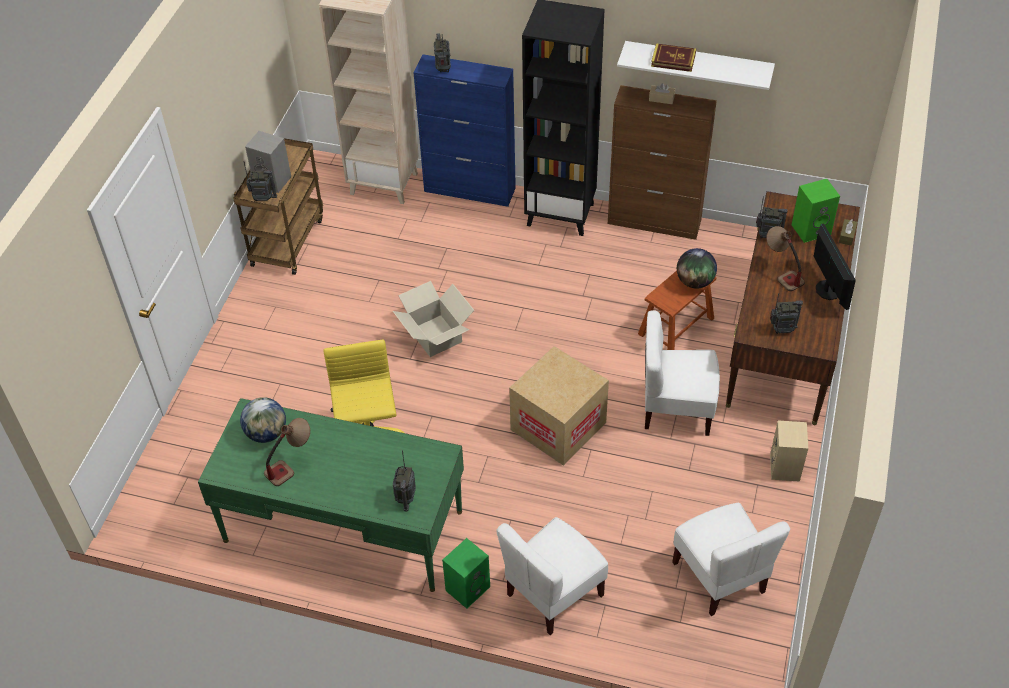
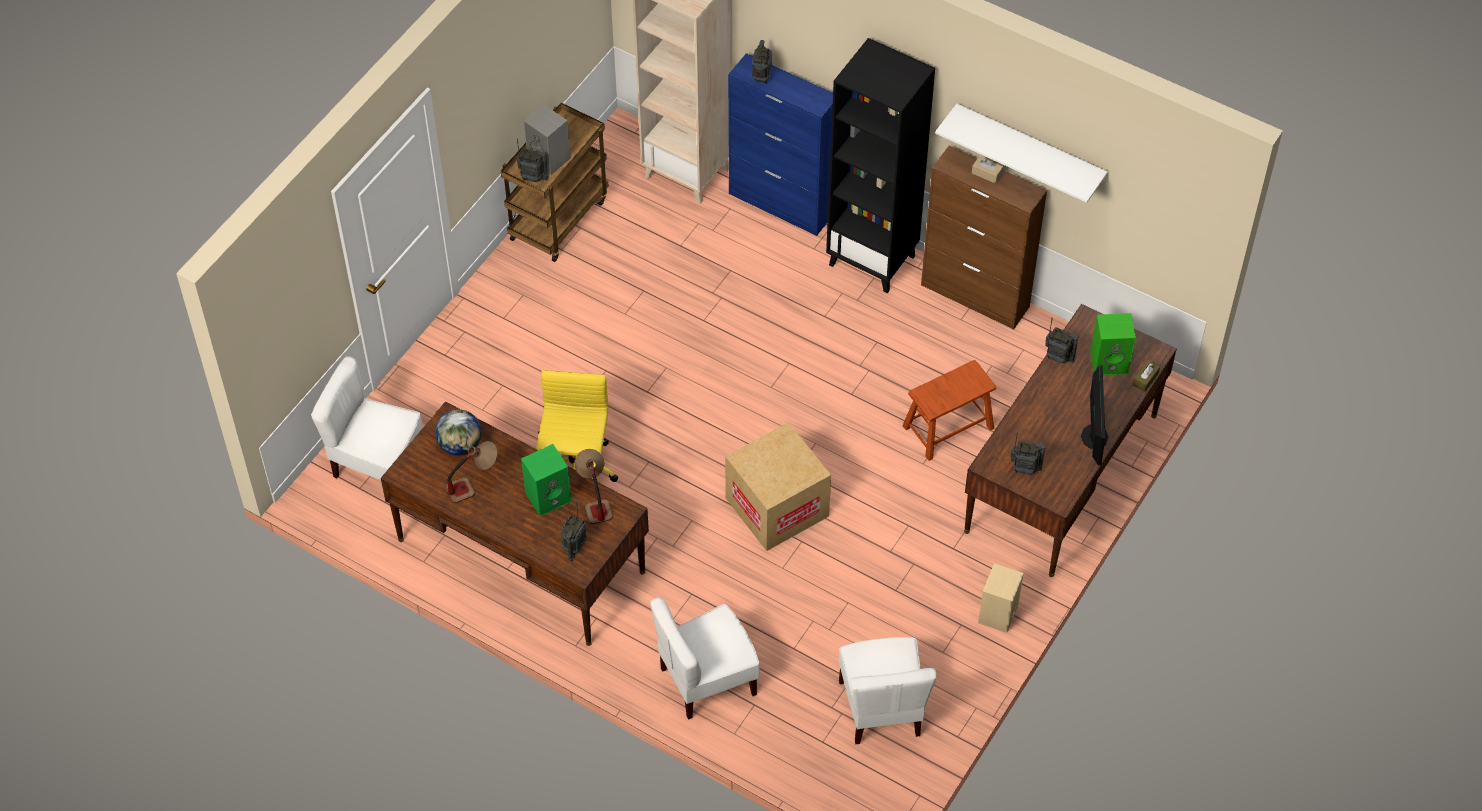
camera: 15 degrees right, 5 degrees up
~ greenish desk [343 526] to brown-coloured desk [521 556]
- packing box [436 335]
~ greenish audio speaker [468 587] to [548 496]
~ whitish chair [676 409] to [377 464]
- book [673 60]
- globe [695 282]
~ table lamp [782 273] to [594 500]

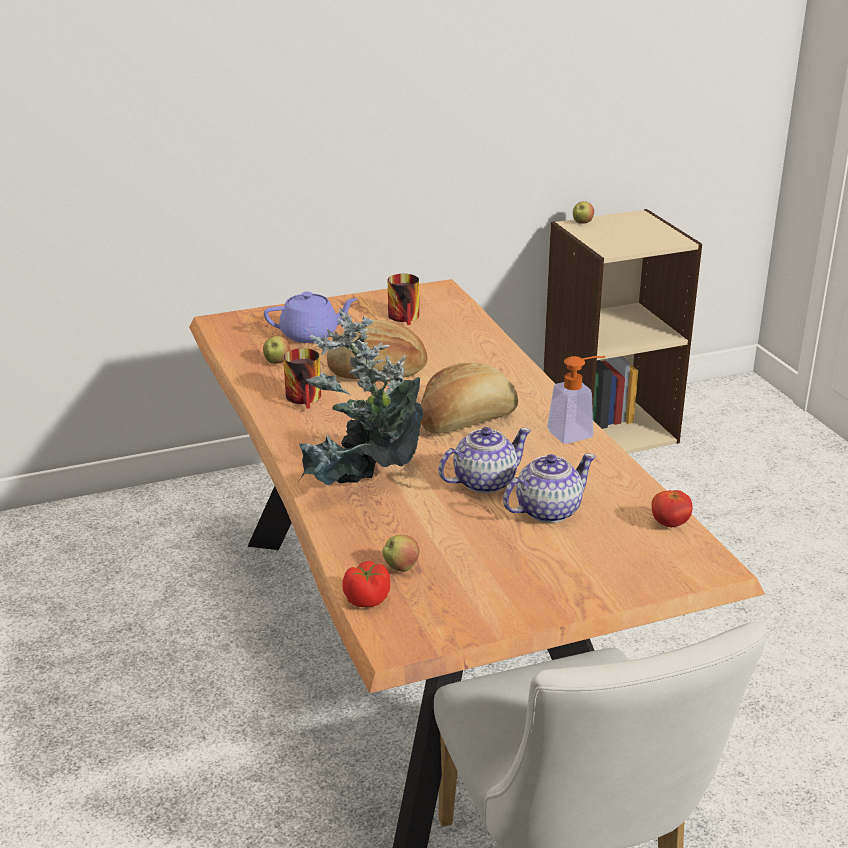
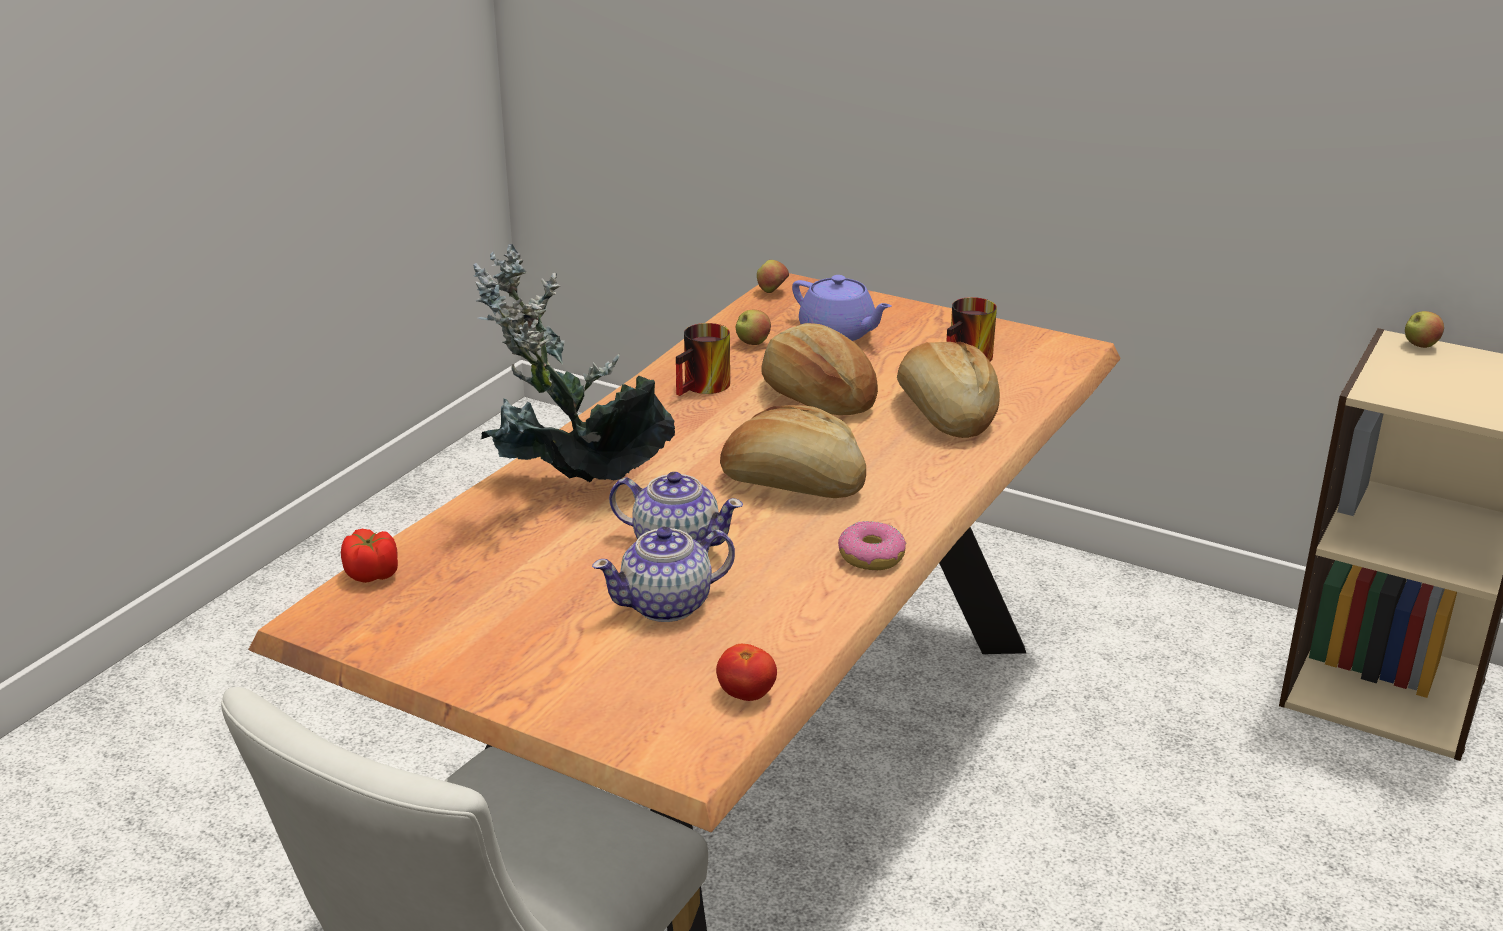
camera: 50 degrees right, 0 degrees up
~ apple fruit [401 568] to [772 292]
~ pot for tea [547 510] = [667 605] 135 degrees clockwise
~ liquid soap bottle [577 432] to ring doughnut [871 556]
+ bread [944 414]

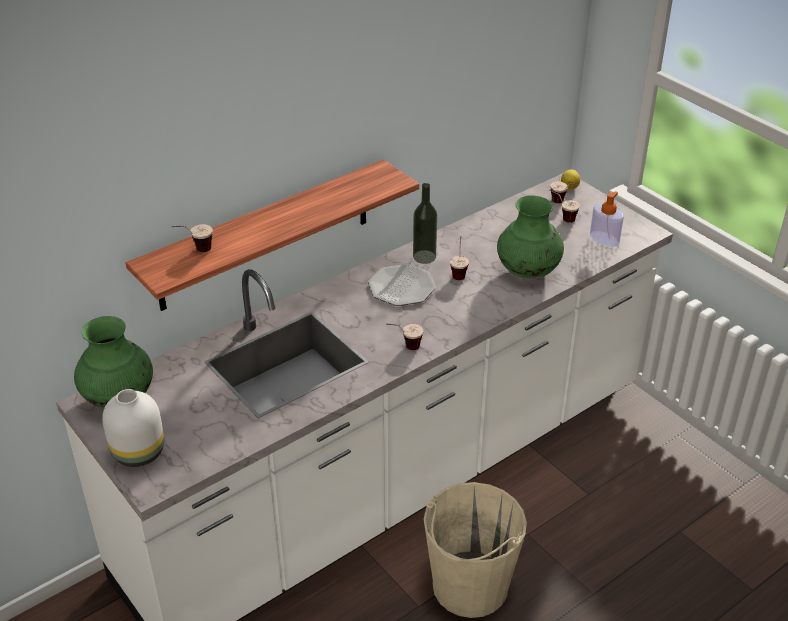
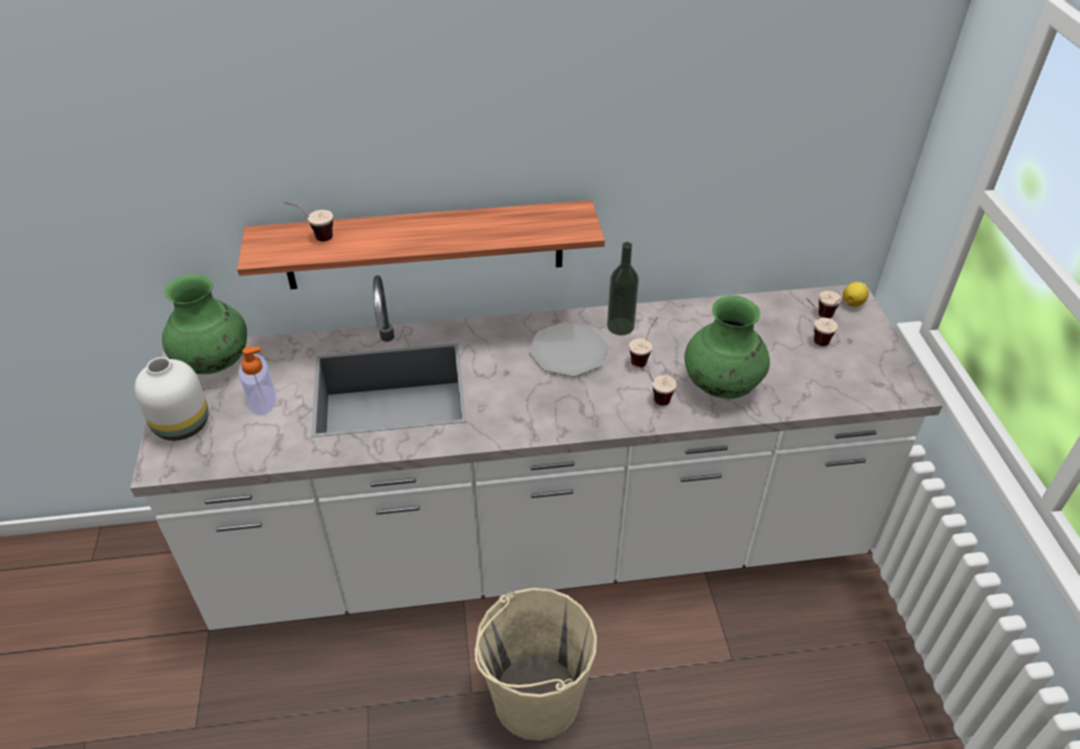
camera: 30 degrees right, 5 degrees up
~ cup [404 347] to [652 398]
~ liquid soap bottle [604 239] to [262 400]

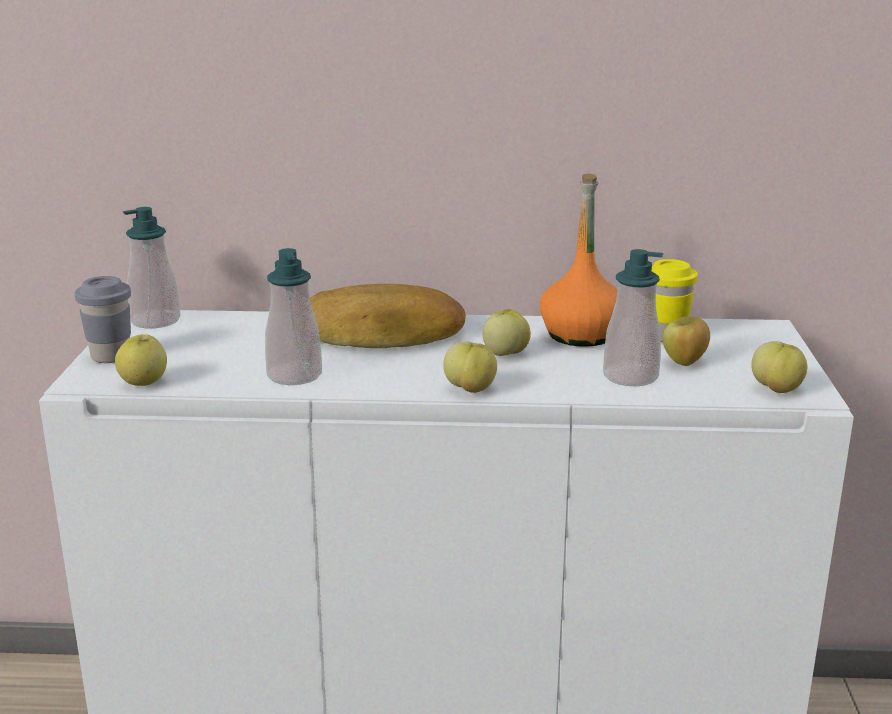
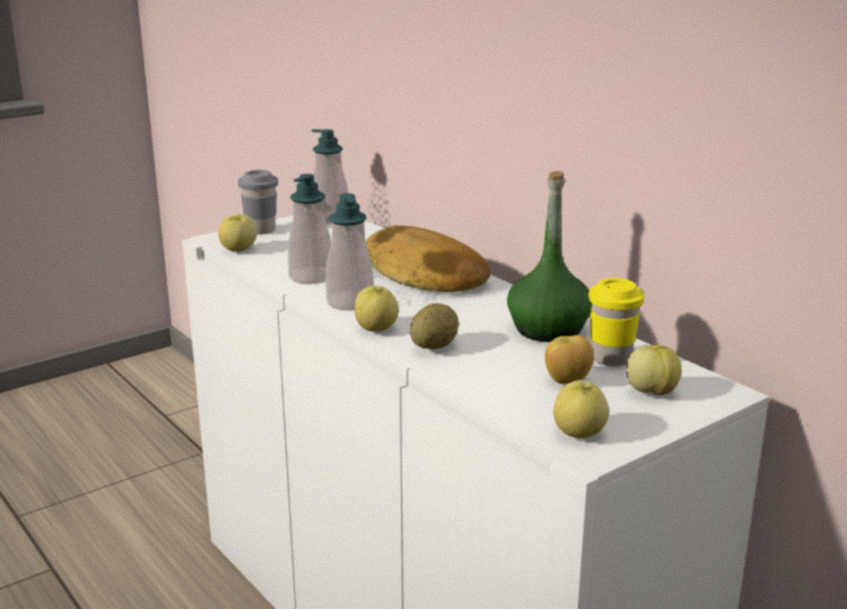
camera: 50 degrees right, 0 degrees up
~ apple fruit [505 354] to [651 392]
~ orangey bottle [581 335] to greenish bottle [548 330]
~ liquid soap bottle [630 376] to [350 302]
+ whole potato [434 346]

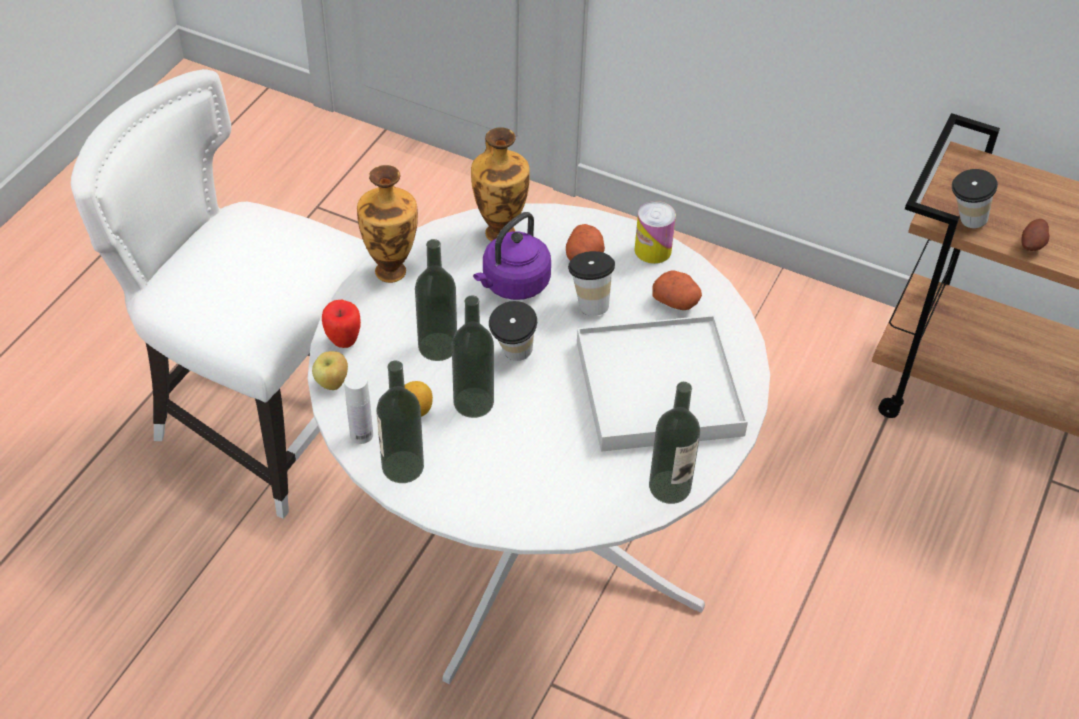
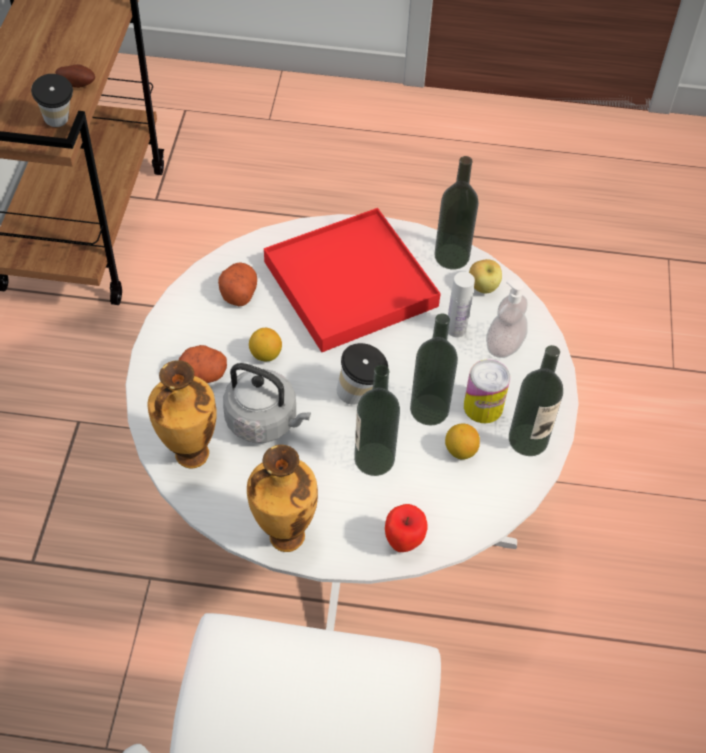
camera: 110 degrees left, 5 degrees up
~ apple fruit [332 383] to [483 287]
~ whitish bottle [361 435] to [456 329]
~ purple kettle [513 285] to grey kettle [265 421]
~ cup [589 303] to lemon [265 355]
~ whitish carrying tray [658 389] to red carrying tray [351 284]
~ sealed can [652 250] to [483 407]
+ liquid soap bottle [504 345]

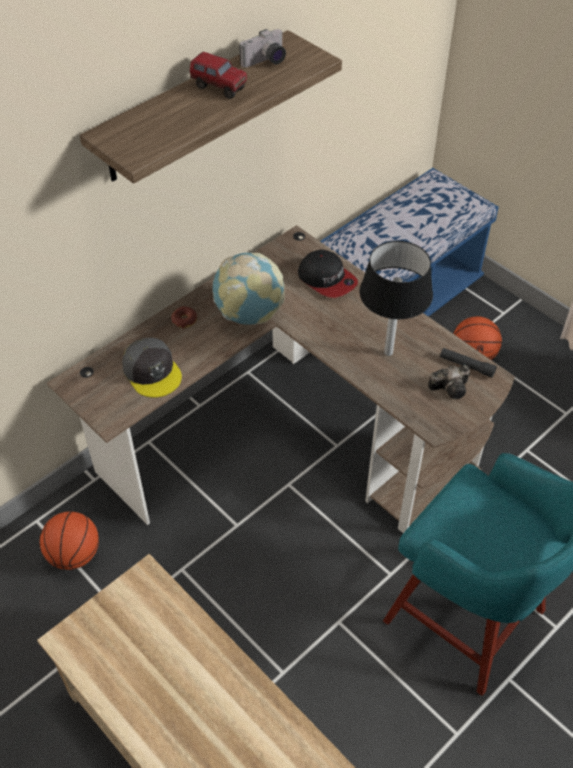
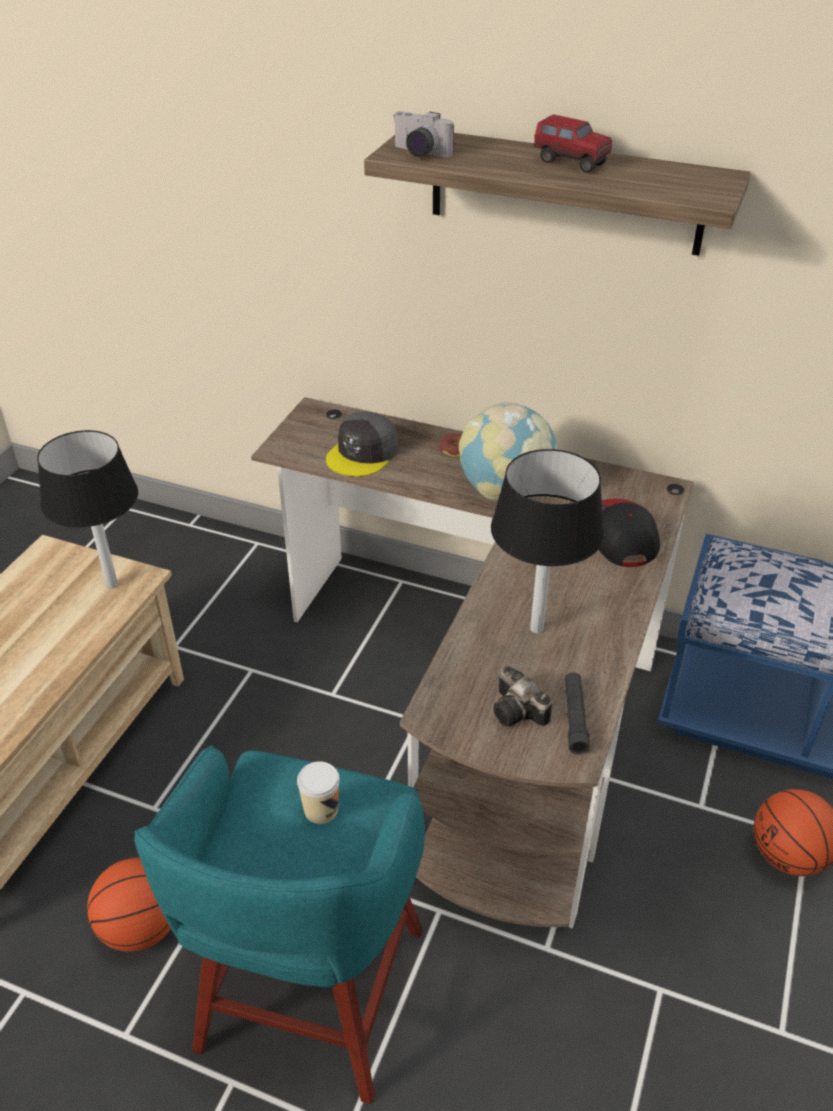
camera: 65 degrees right, 10 degrees down
~ basketball [74 554] to [141 928]
~ model truck [219 88] = [571 163] 60 degrees counterclockwise
~ still camera [265 62] to [418 153]
~ baseball cap [327 279] = [621 535] 150 degrees clockwise
+ black-coloured table lamp [112 584]
+ cup [321 809]

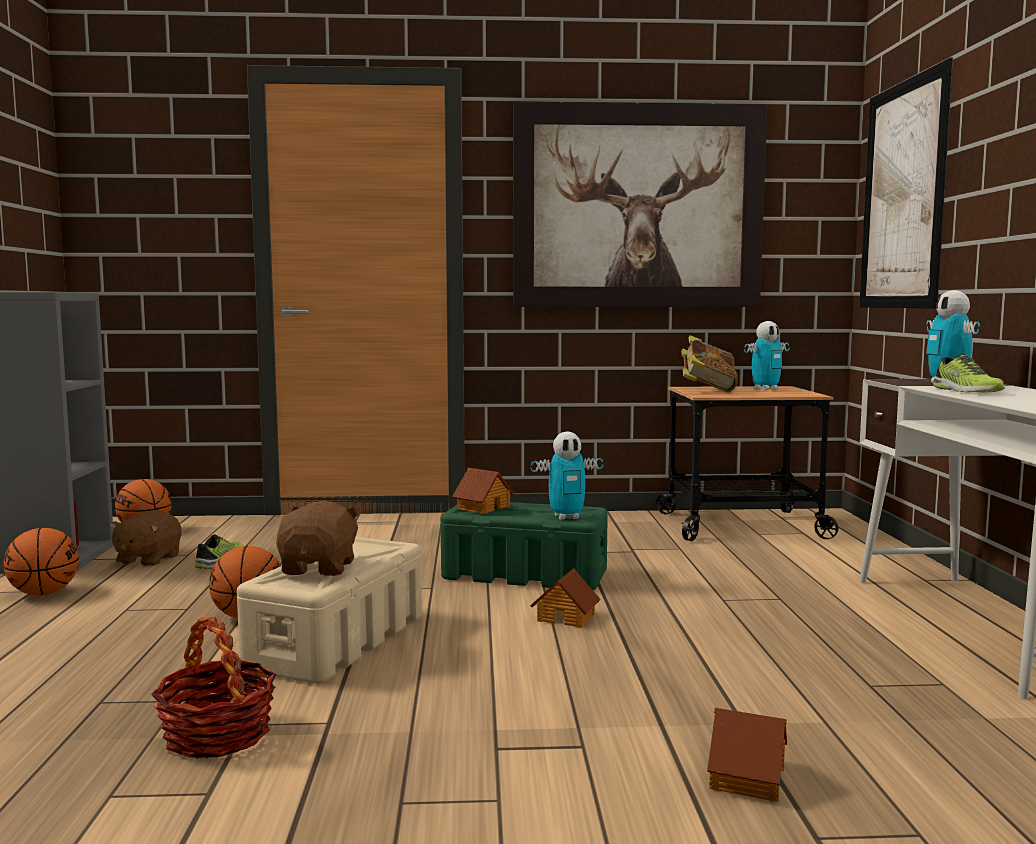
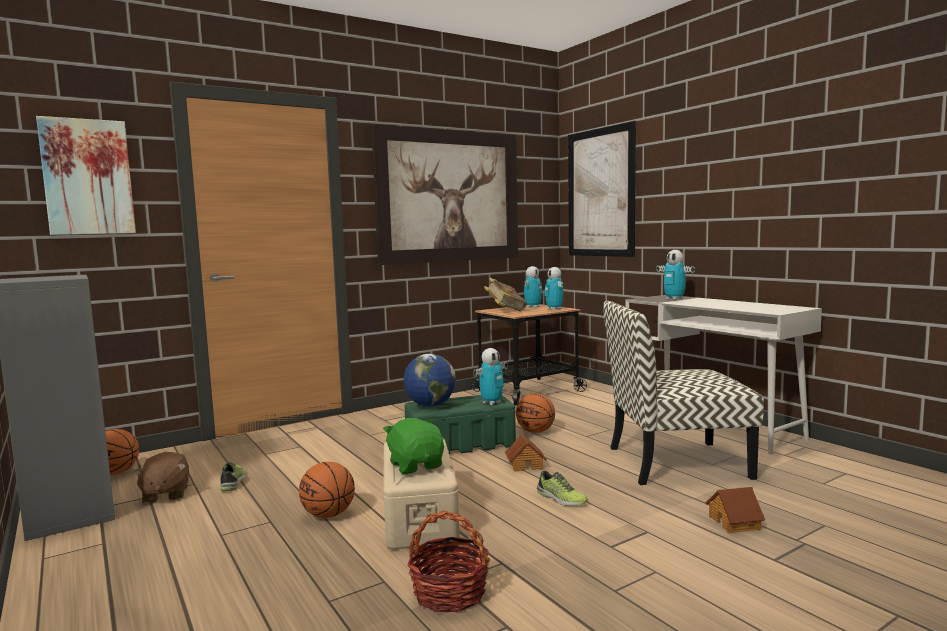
camera: 30 degrees left, 0 degrees up
~ basketball [44 593] to [535 431]
~ brown-coloured plush toy [319 568] to greenish plush toy [416 465]
~ miniature house [483 507] to globe [430 405]
~ item of footwear [965 391] to [560 499]
+ wall art [88 177]
+ model robot [554 309]
+ chair [675 462]

